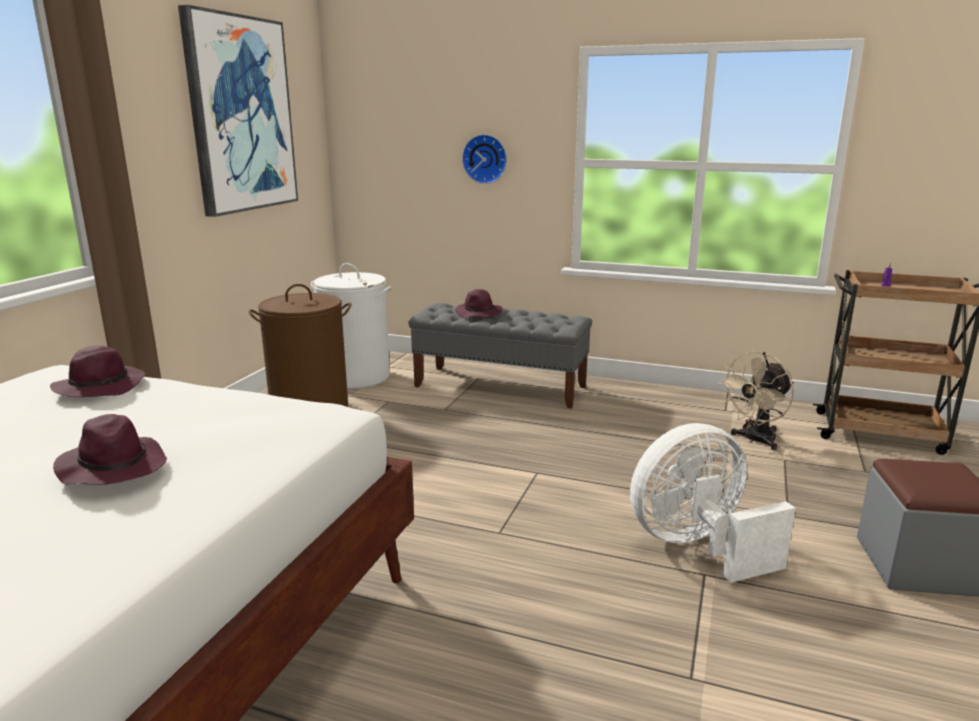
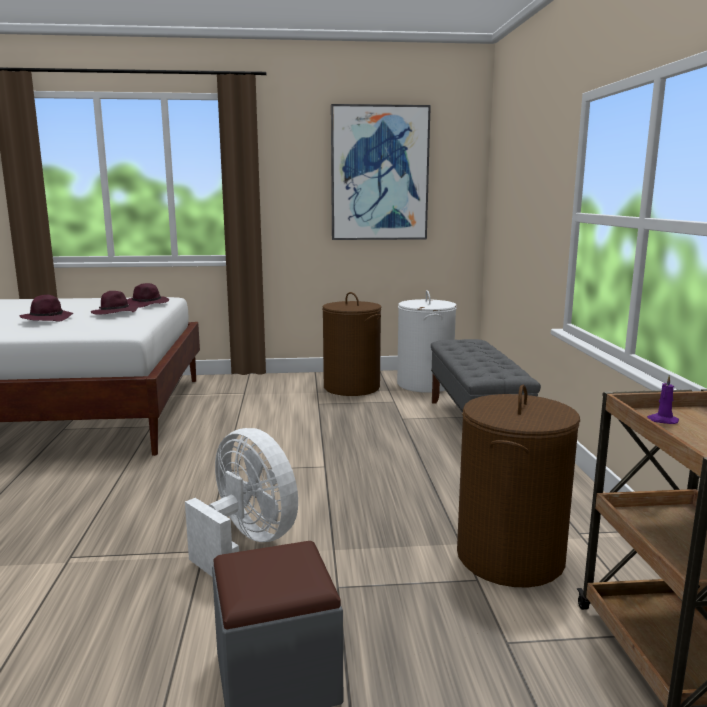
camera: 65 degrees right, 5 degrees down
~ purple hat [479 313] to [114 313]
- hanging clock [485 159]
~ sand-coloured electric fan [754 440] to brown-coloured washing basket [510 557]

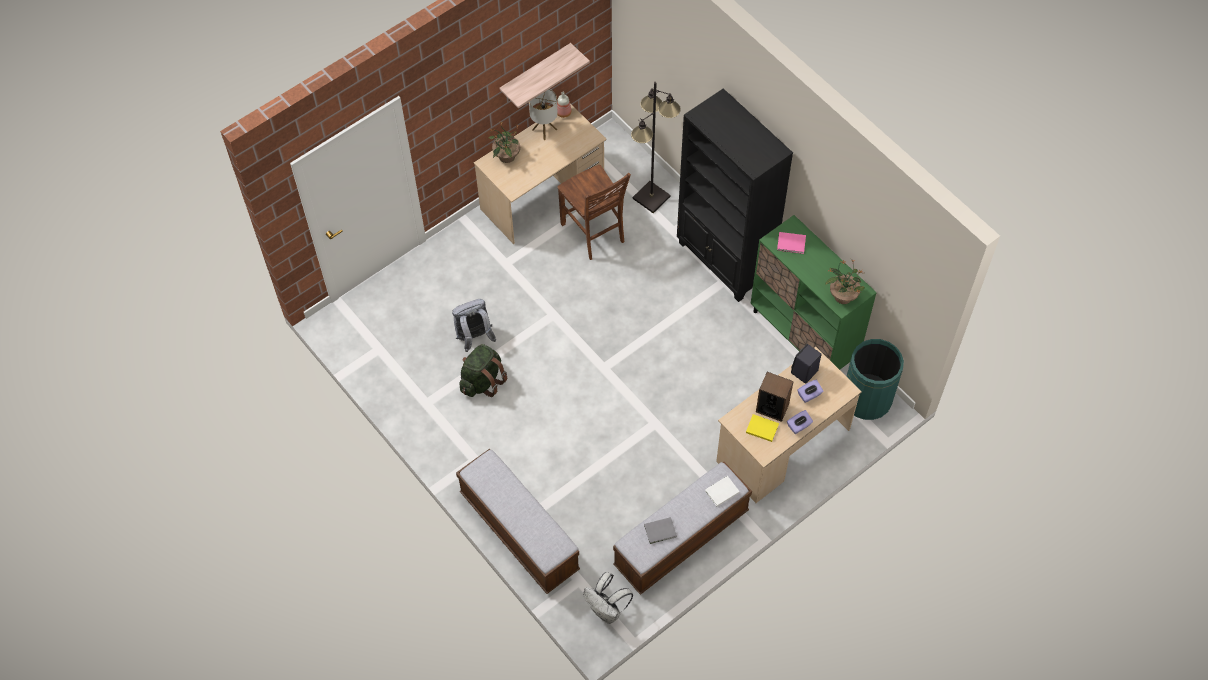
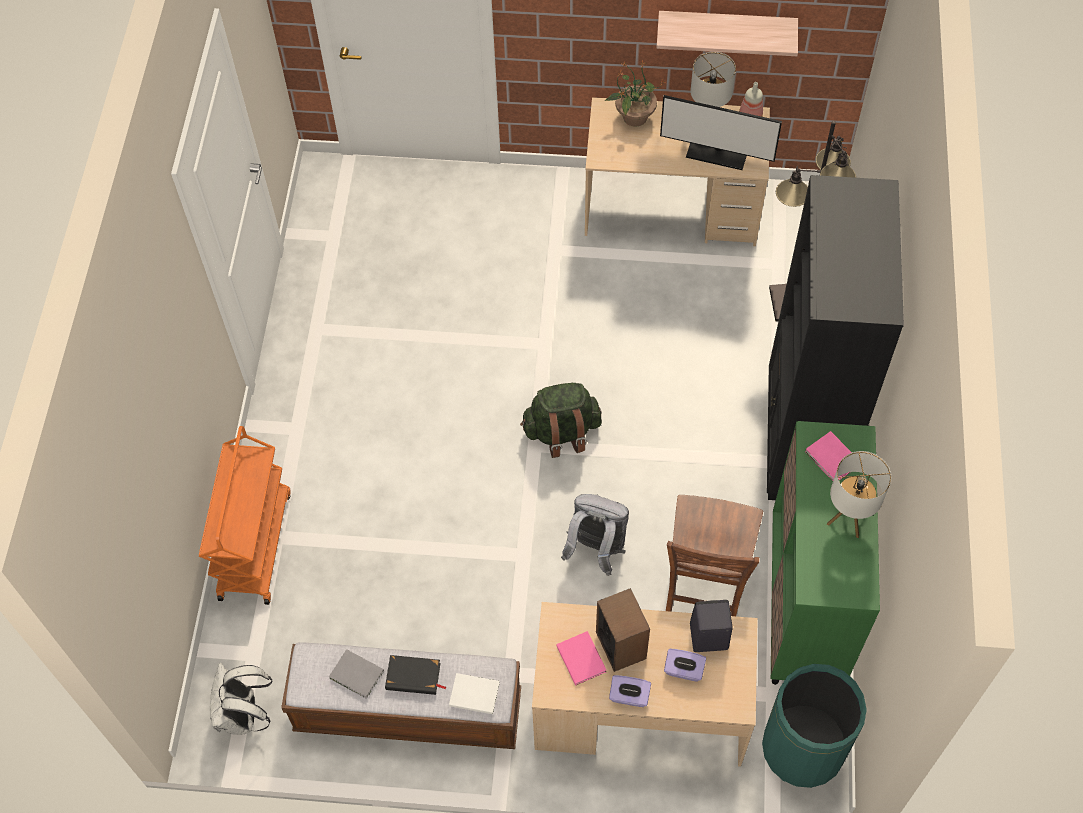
camera: 45 degrees right, 0 degrees up
~ grey knapsack [474 337] to [596 549]
~ long seat [519 532] to orangey trolley [254 544]
~ greenish knapsack [482 381] to [562 432]
~ brown-coloured chair [594 233] to [703 591]
~ yellow-coloured book [761 428] to pink-coloured book [581 657]
- houseplant [842 296]
+ black-coloured book [413 677]
+ monitor [717 153]
+ table lamp [848 517]

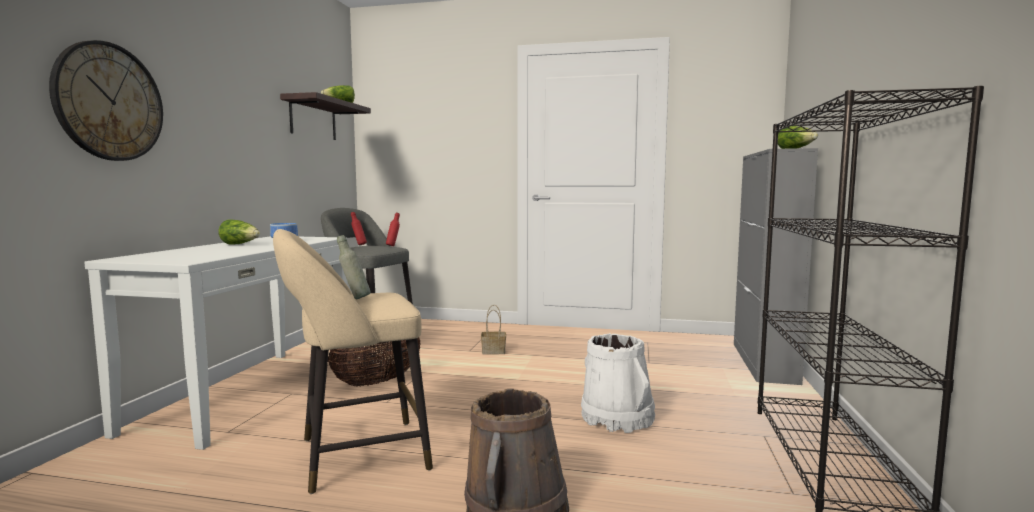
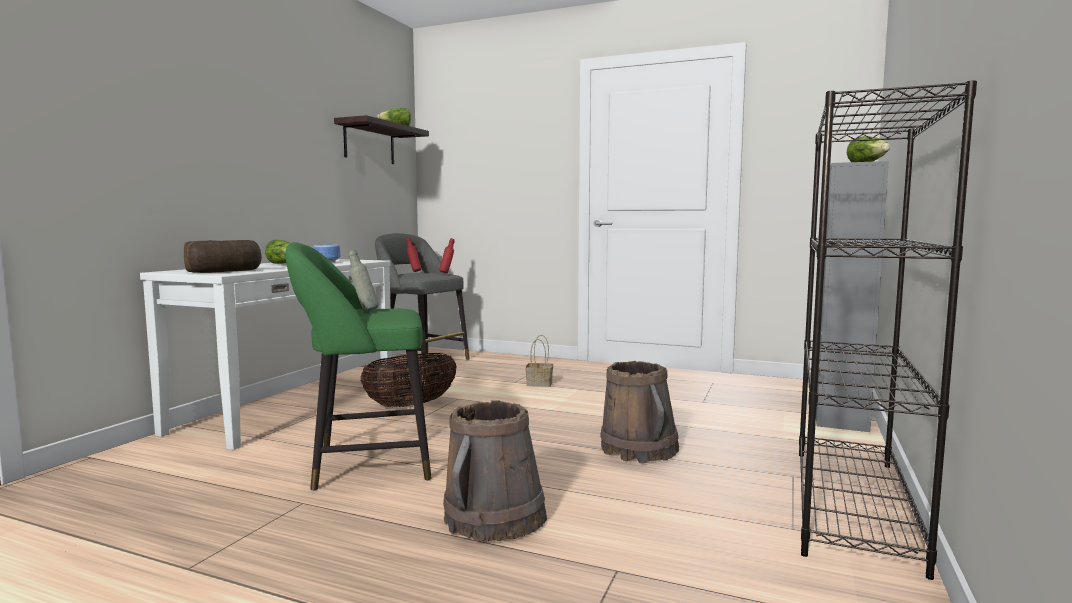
camera: 10 degrees right, 0 degrees up
- hanging clock [109 102]
~ sand-coloured stool [355 456] to greenish stool [364 464]
~ whitish water bucket [617 417] to brown-coloured water bucket [638 449]
+ bread [225 271]

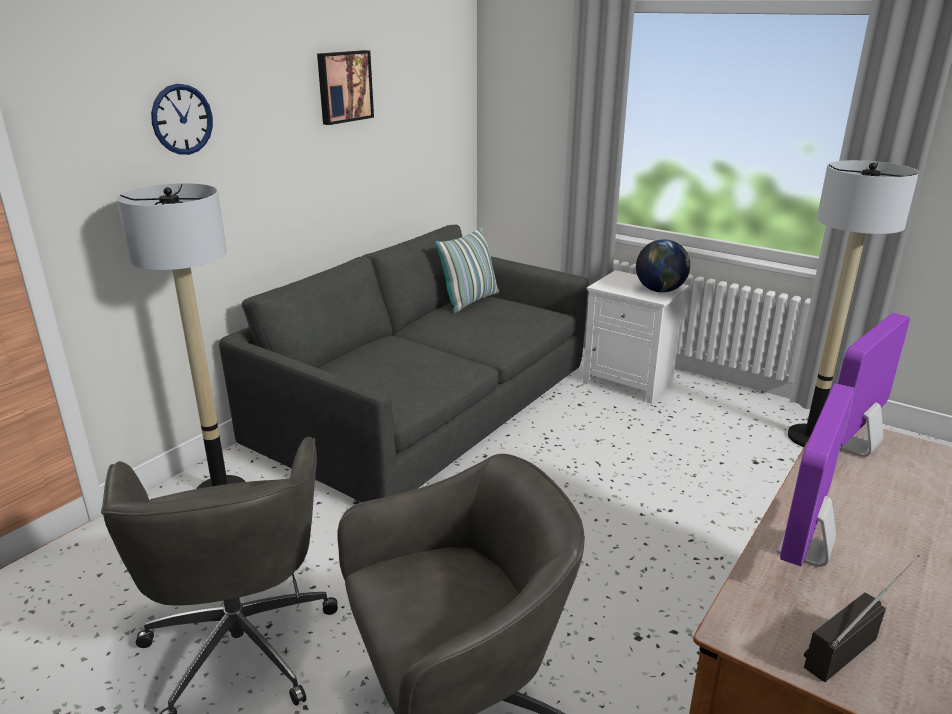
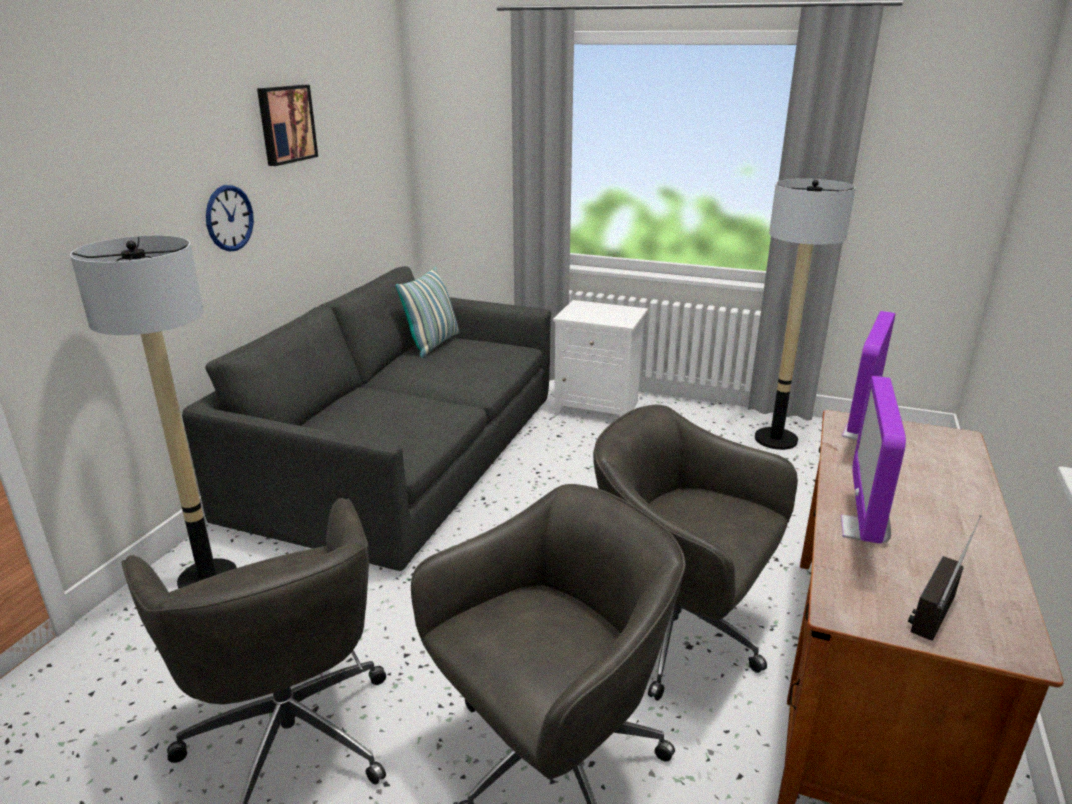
camera: 15 degrees left, 0 degrees up
~ hanging clock [182 119] to [229 218]
- globe [660 290]
+ grey computer chair [677 634]

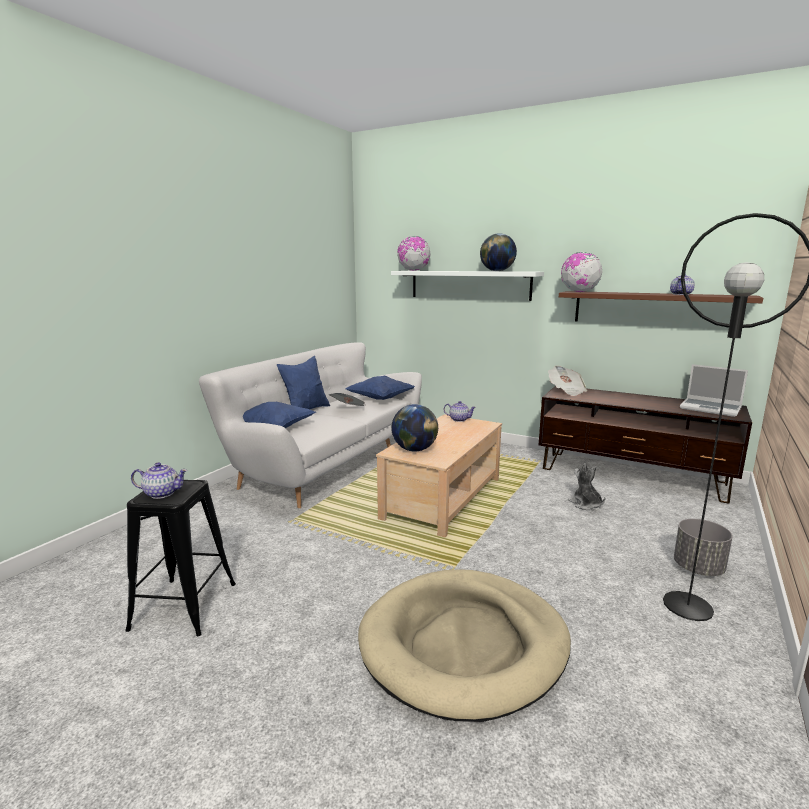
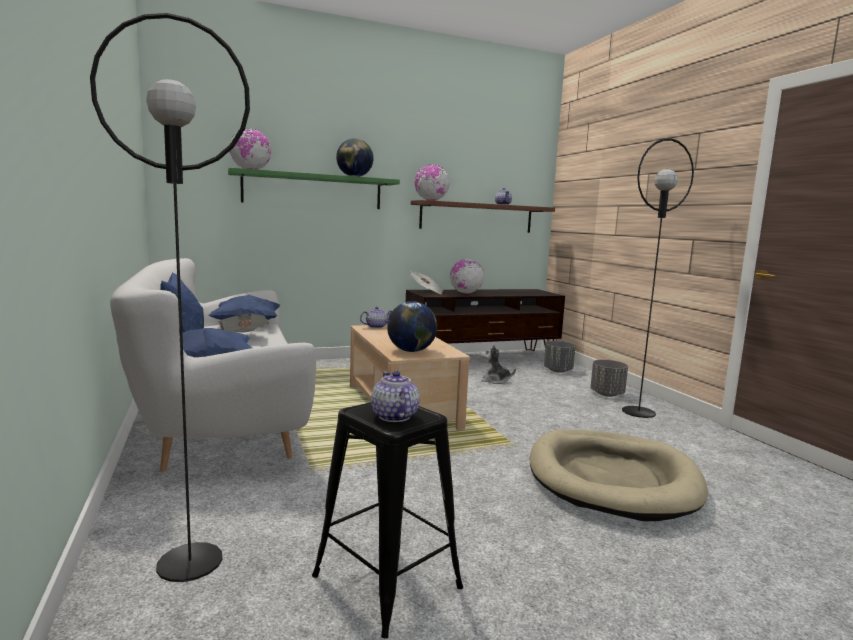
camera: 50 degrees left, 5 degrees down
~ pot for tea [161 493] = [394 416] 60 degrees counterclockwise
~ whitish bracket shelf [469 285] to greenish bracket shelf [313 191]
- laptop [711 408]
+ black-coloured standing lamp [190 561]
+ globe [465 293]
+ grey flower pot [558 370]

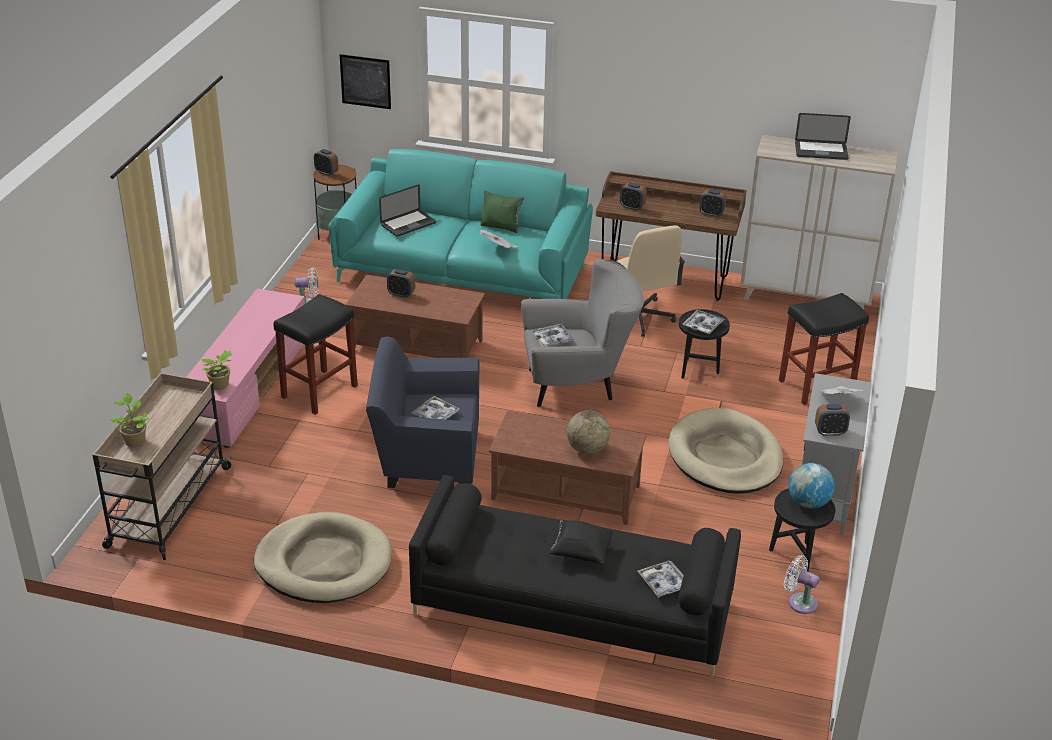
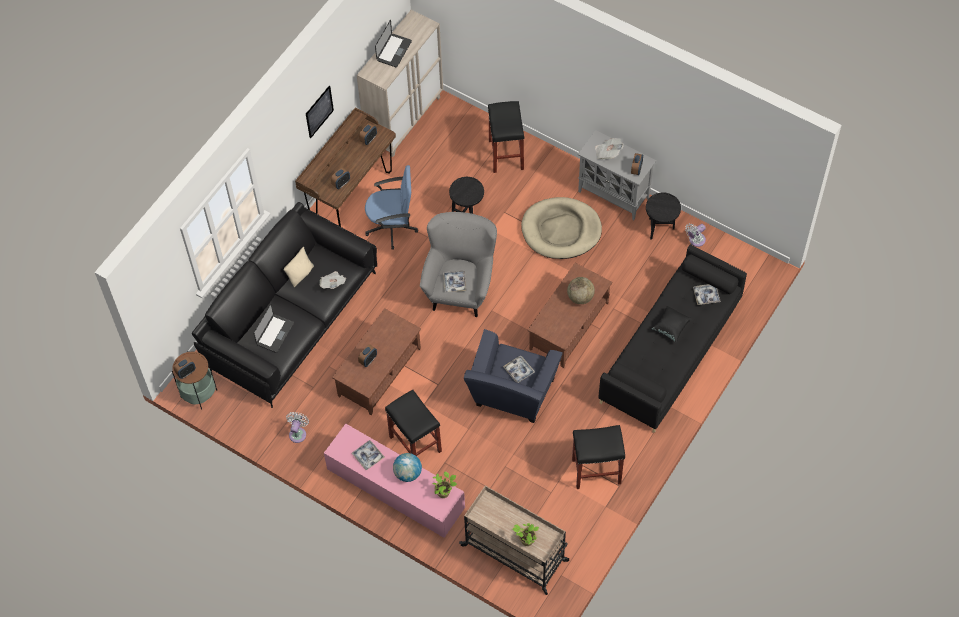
camera: 70 degrees left, 25 degrees up
~ sand-coloured pet bed [323 563] to black-coloured stool [595 471]
~ turquoise-coloured settee [464 272] to black-coloured settee [291 319]
~ wall art [365 81] to [319 111]
~ laptop [408 224] = [275 334] 45 degrees clockwise
~ greenish cushion [501 226] to sand-coloured cushion [300 274]
~ sand-coloured computer chair [638 317] to blue computer chair [392 227]
~ carrying tray [703 325] to [368 456]
~ globe [808 503] to [408 473]

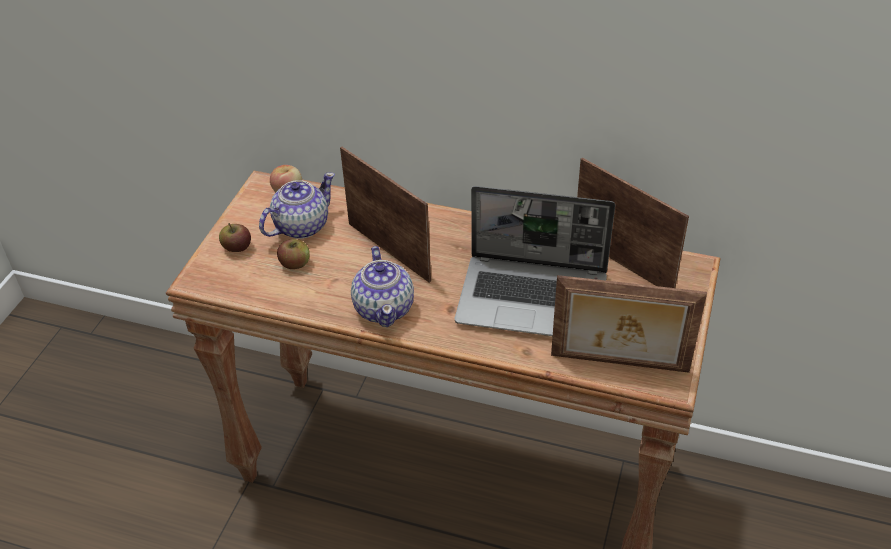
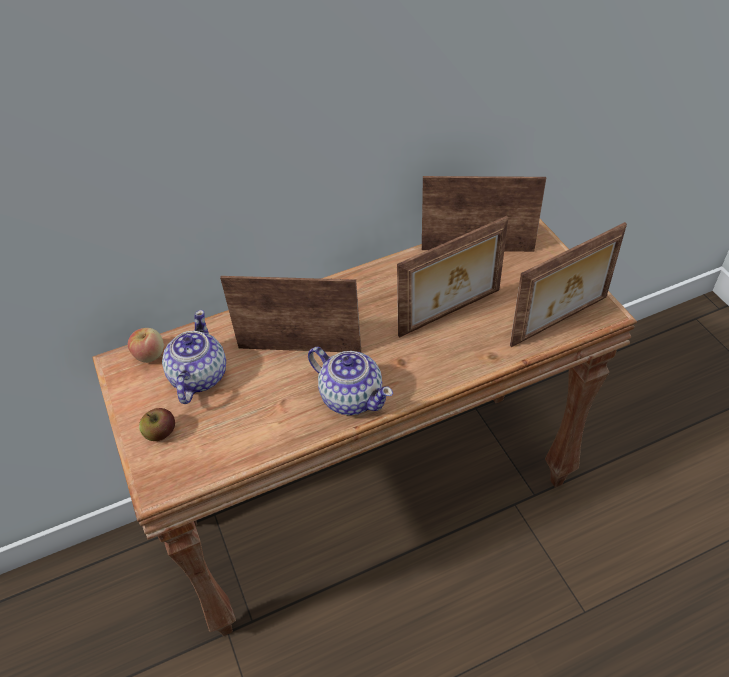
camera: 40 degrees left, 5 degrees up
- apple fruit [295 263]
~ laptop [534 299] to photo frame [451 314]

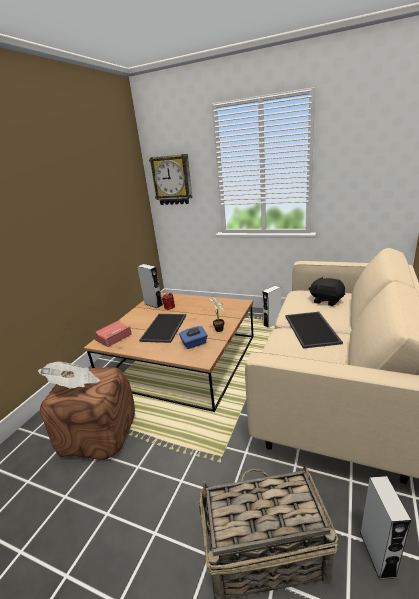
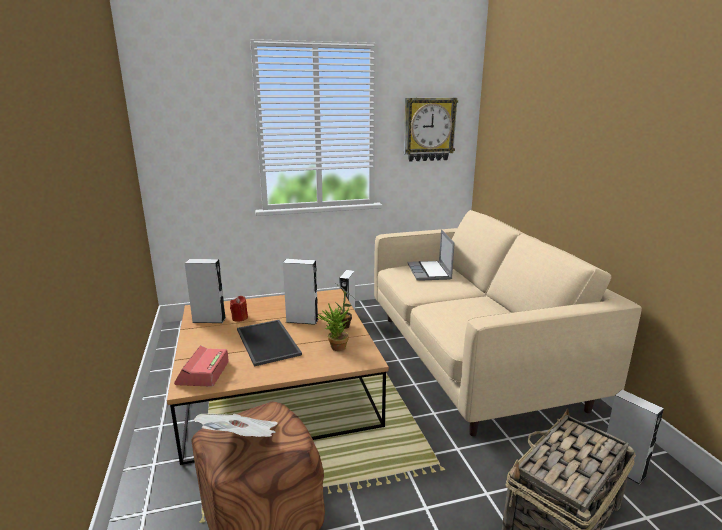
camera: 40 degrees left, 5 degrees down
~ hanging clock [172 180] to [428 129]
~ blue box of tissues [194 344] to houseplant [335 348]
- carrying tray [313 329]
~ black-coloured plush toy [326 300] to laptop [430 272]
+ whitish audio speaker [302 320]

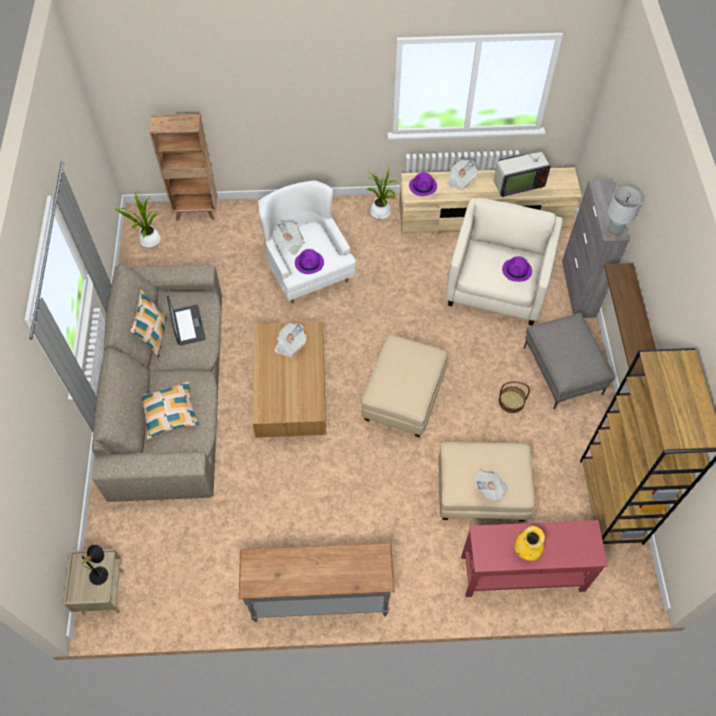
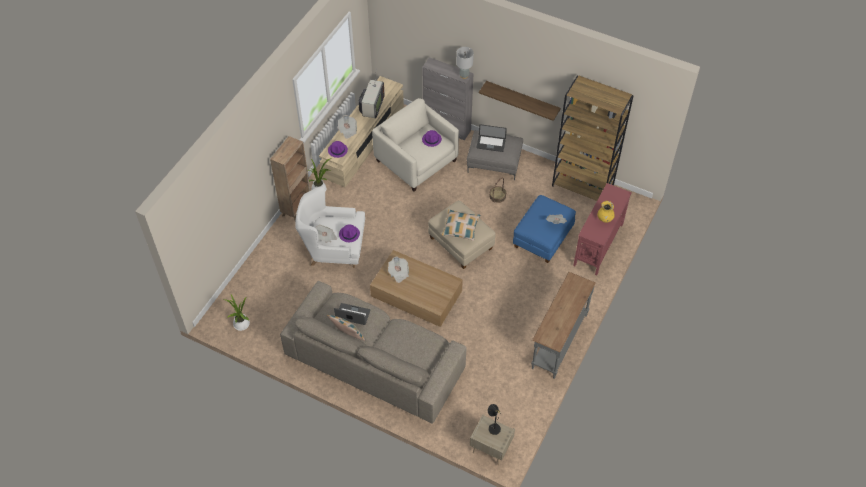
camera: 60 degrees left, 5 degrees down
~ cushion [169 413] to [460 227]
~ brown-coloured bookshelf [196 211] to [297 208]
~ sand-coloured pouffe [481 493] to blue pouffe [543 238]
+ laptop [491 144]

